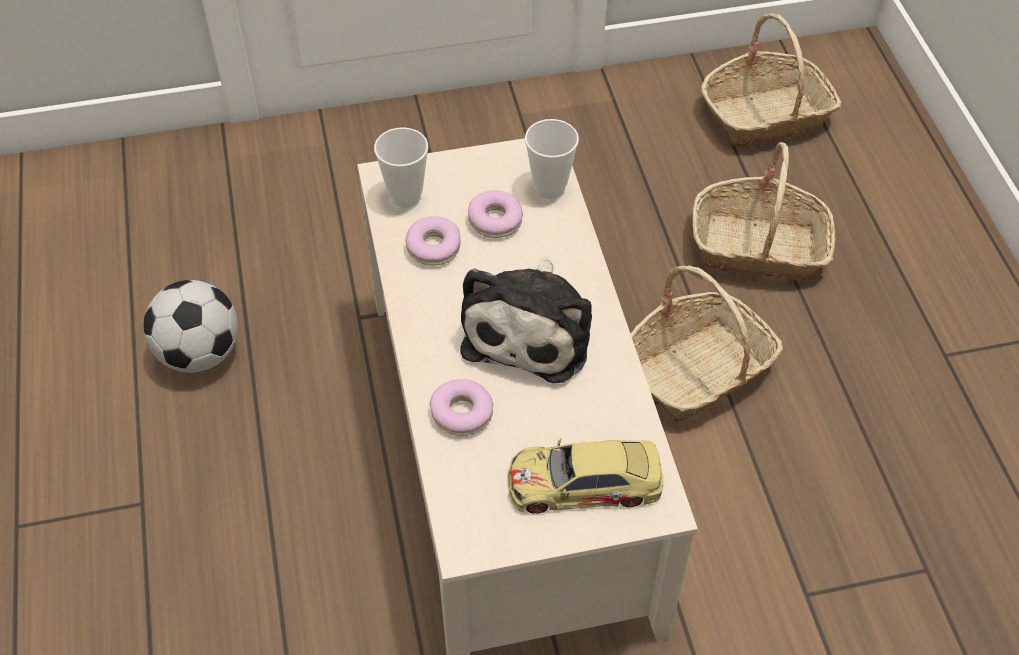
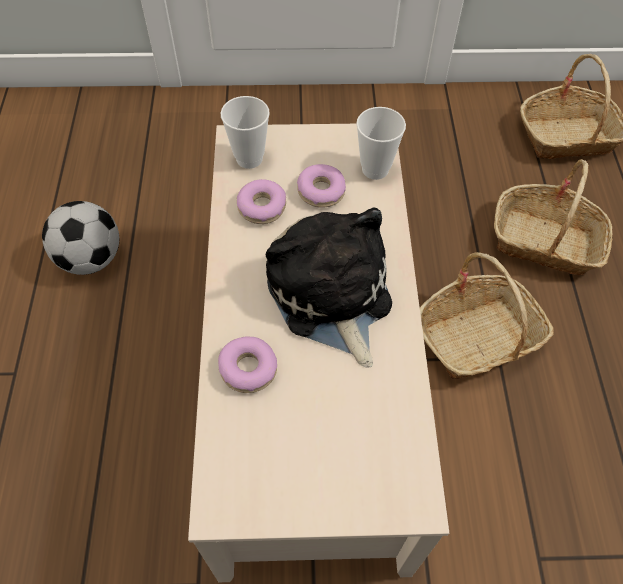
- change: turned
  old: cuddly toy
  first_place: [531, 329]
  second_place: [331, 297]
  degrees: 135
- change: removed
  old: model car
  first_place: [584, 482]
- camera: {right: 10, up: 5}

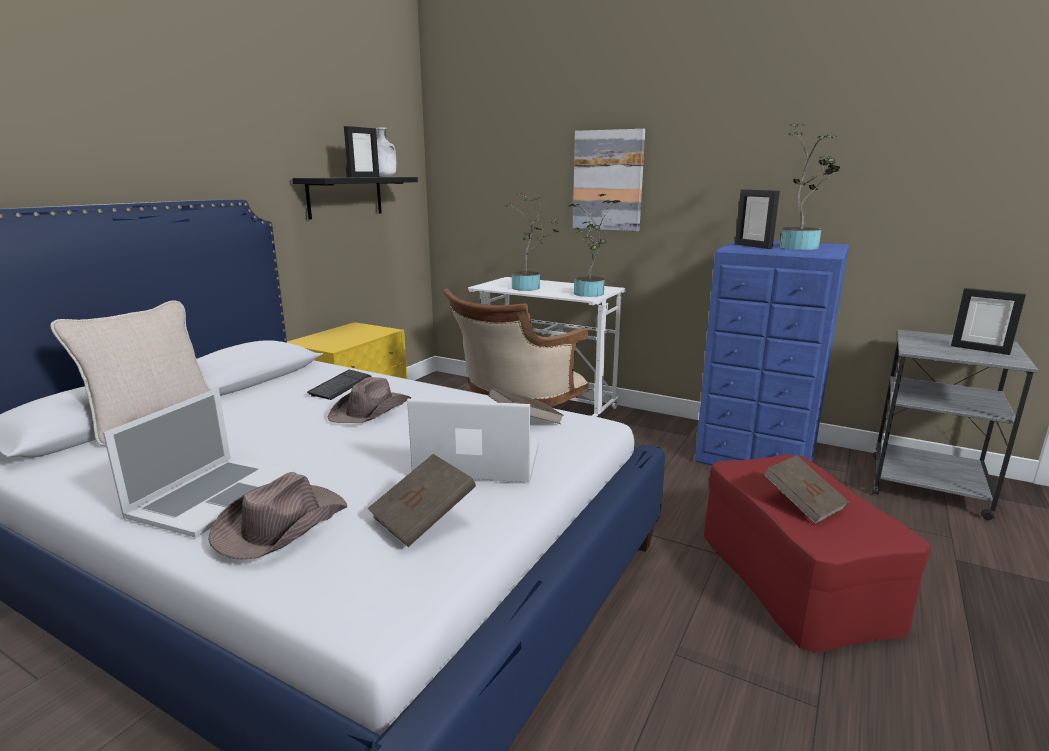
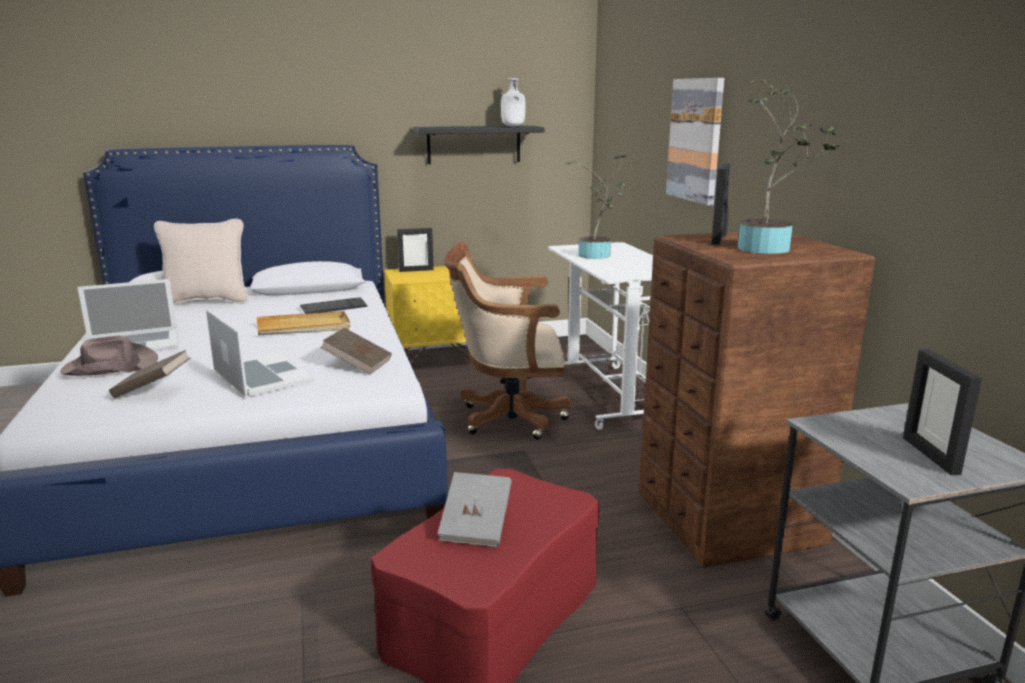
- change: replaced
  old: wearable hat (brown)
  new: serving tray (sand-coloured)
  first_place: [372, 410]
  second_place: [304, 327]
- change: moved
  old: picture frame
  first_place: [363, 177]
  second_place: [416, 270]
- change: recoloured
  old: volume (brown)
  new: volume (greyish)
  first_place: [803, 504]
  second_place: [476, 526]
- change: recoloured
  old: dresser (blue-coloured)
  new: dresser (brown)
  first_place: [757, 454]
  second_place: [728, 519]
- change: removed
  old: houseplant
  first_place: [588, 294]
- camera: {right: 45, up: 0}

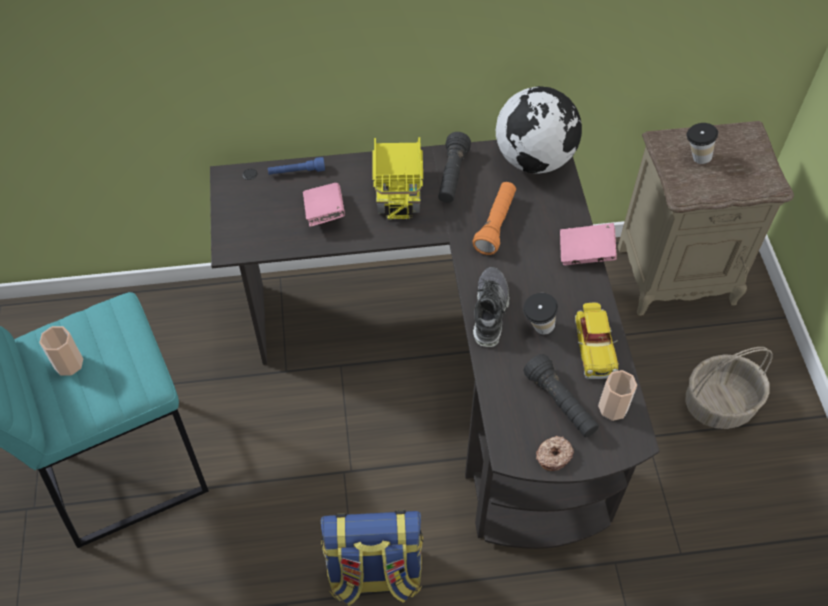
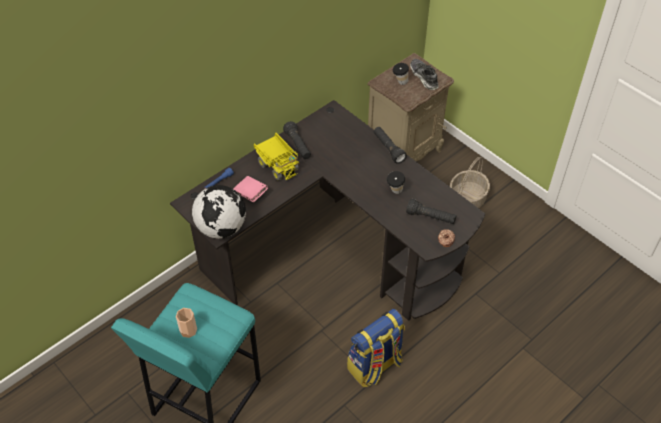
- change: moved
  old: globe
  first_place: [534, 159]
  second_place: [221, 228]
- change: replaced
  old: volume (pink)
  new: flashlight (black-coloured)
  first_place: [585, 253]
  second_place: [388, 149]
- change: moved
  old: shoe
  first_place: [489, 311]
  second_place: [423, 77]
- change: removed
  old: flashlight (orangey)
  first_place: [495, 224]
- change: removed
  old: model car
  first_place: [594, 347]
- change: removed
  old: cup
  first_place: [613, 407]
- camera: {right: -35, up: -5}

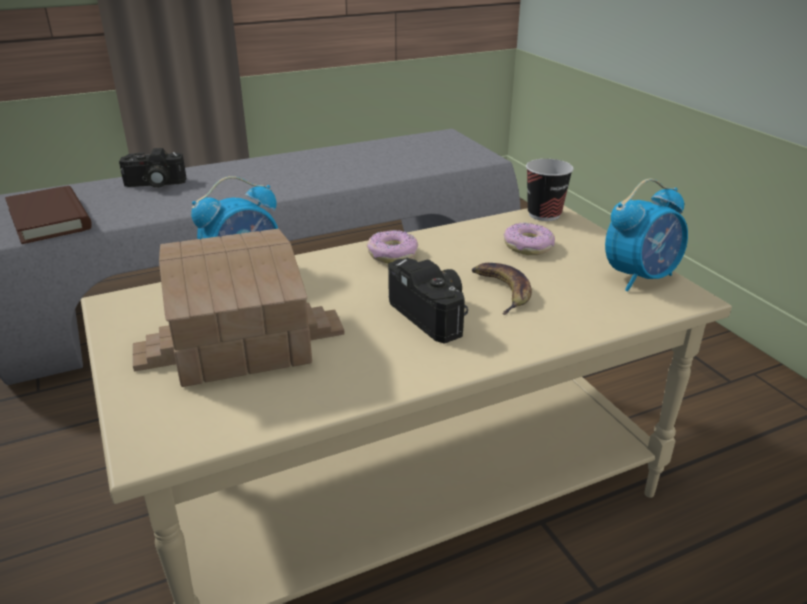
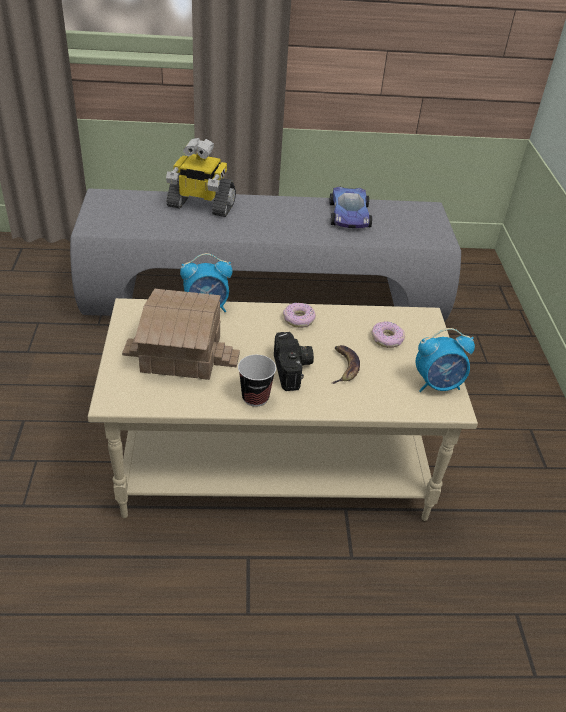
- change: replaced
  old: still camera
  new: robot figure
  first_place: [154, 184]
  second_place: [200, 205]
- change: moved
  old: cup
  first_place: [544, 214]
  second_place: [255, 397]
- change: added
  new: model car
  second_place: [349, 215]
- change: removed
  old: volume (brown)
  first_place: [50, 219]
- camera: {right: 20, up: 10}

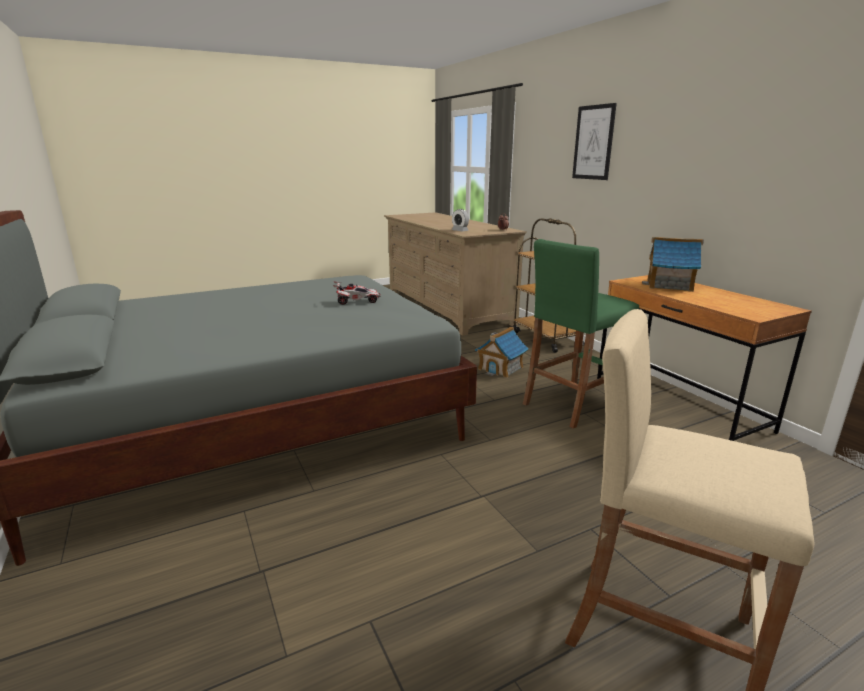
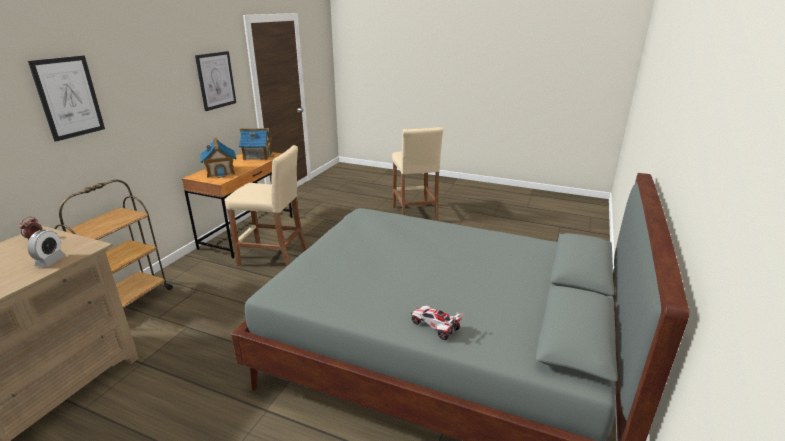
- change: added
  new: picture
  second_place: [216, 80]
- change: recoloured
  old: stool (green-coloured)
  new: stool (sand-coloured)
  first_place: [573, 404]
  second_place: [273, 258]
- change: moved
  old: miniature house
  first_place: [501, 368]
  second_place: [257, 156]
- change: moved
  old: model car
  first_place: [357, 301]
  second_place: [434, 327]
- camera: {right: -130, up: 5}

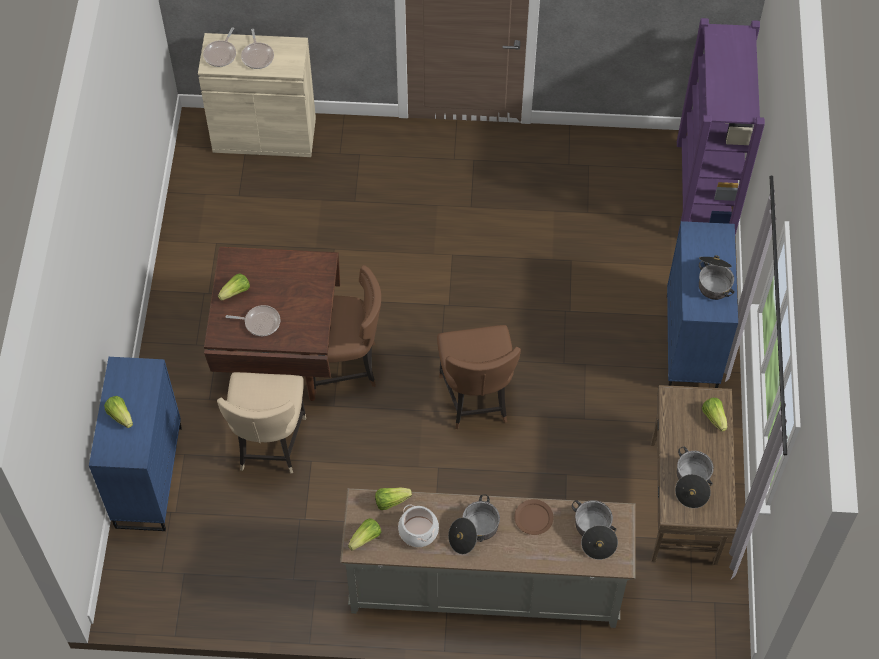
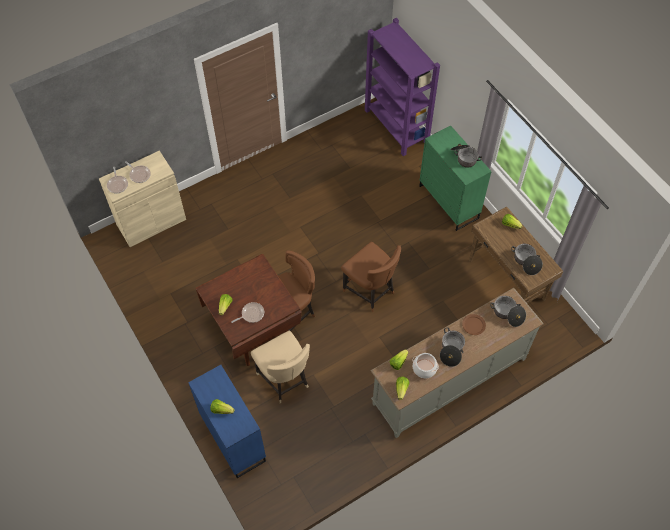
- change: recoloured
  old: dresser (blue-coloured)
  new: dresser (green-coloured)
  first_place: [692, 343]
  second_place: [449, 202]
- camera: {right: -35, up: 0}

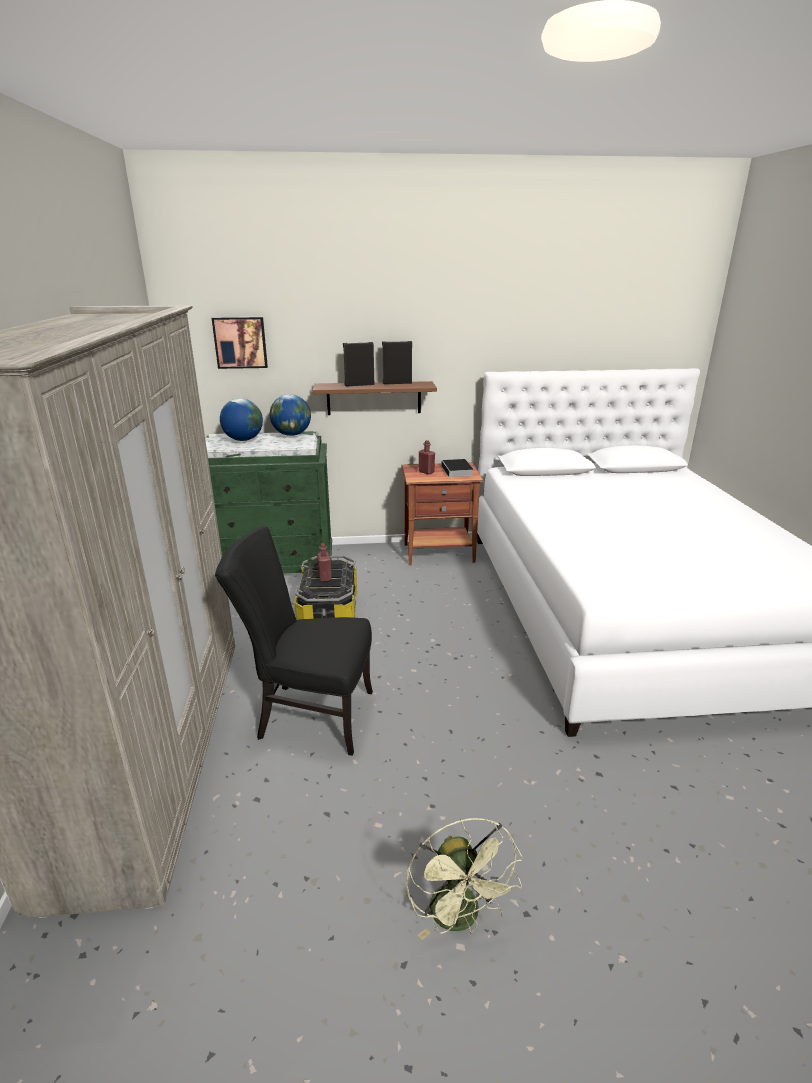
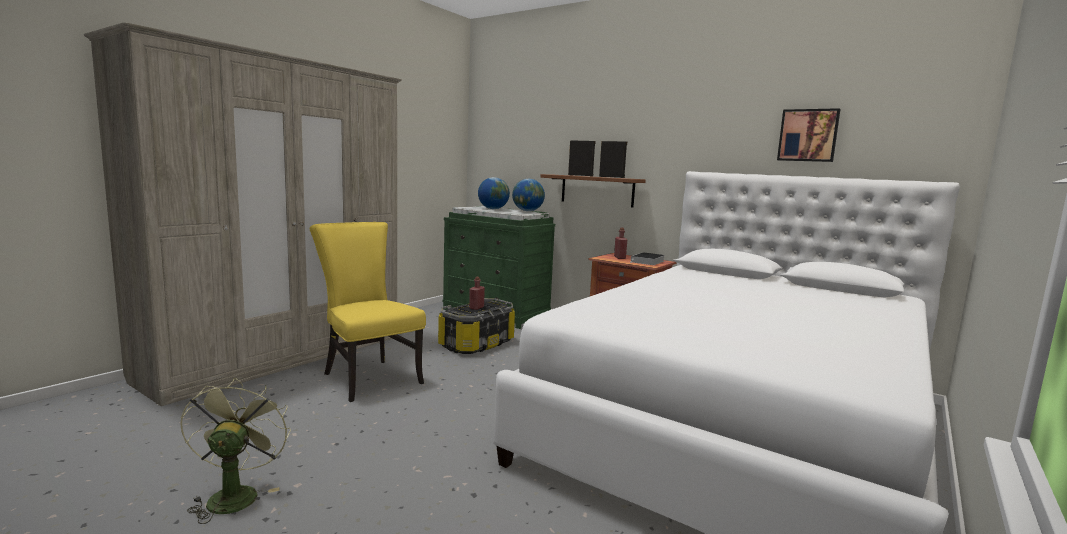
- change: turned
  old: fan (green-coloured)
  first_place: [460, 918]
  second_place: [235, 494]
  degrees: 150
- change: recoloured
  old: upright chair (black-coloured)
  new: upright chair (yellowish)
  first_place: [309, 715]
  second_place: [368, 377]
- change: moved
  old: picture
  first_place: [240, 342]
  second_place: [808, 135]
- camera: {right: 40, up: -15}

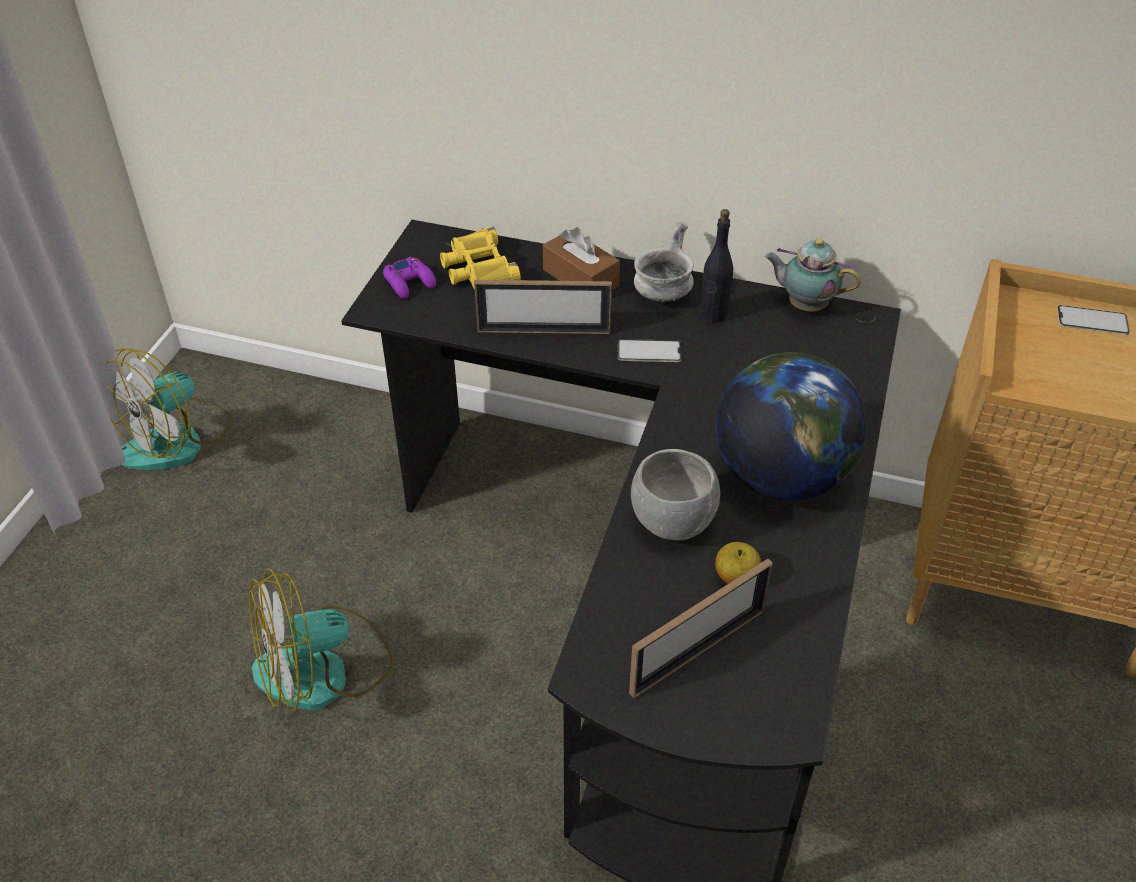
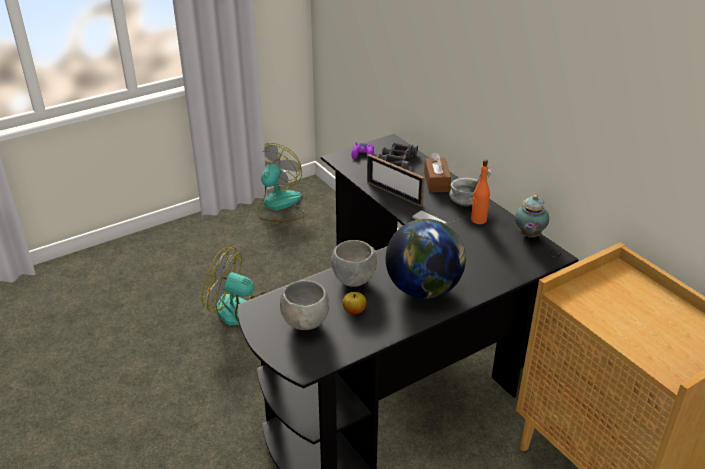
- change: turned
  old: fan
  first_place: [177, 439]
  second_place: [278, 206]
  degrees: 120
- change: replaced
  old: picture frame
  new: bowl (greyish)
  first_place: [698, 651]
  second_place: [305, 325]
- change: recoloured
  old: field glasses (yellowish)
  new: field glasses (black-coloured)
  first_place: [478, 268]
  second_place: [397, 160]
- change: recoloured
  old: drink bottle (black-coloured)
  new: drink bottle (orangey)
  first_place: [713, 314]
  second_place: [478, 220]
- change: turned
  old: tea pot
  first_place: [804, 305]
  second_place: [528, 236]
  degrees: -135
- change: removed
  old: phone
  first_place: [1092, 320]
- camera: {right: 40, up: -10}

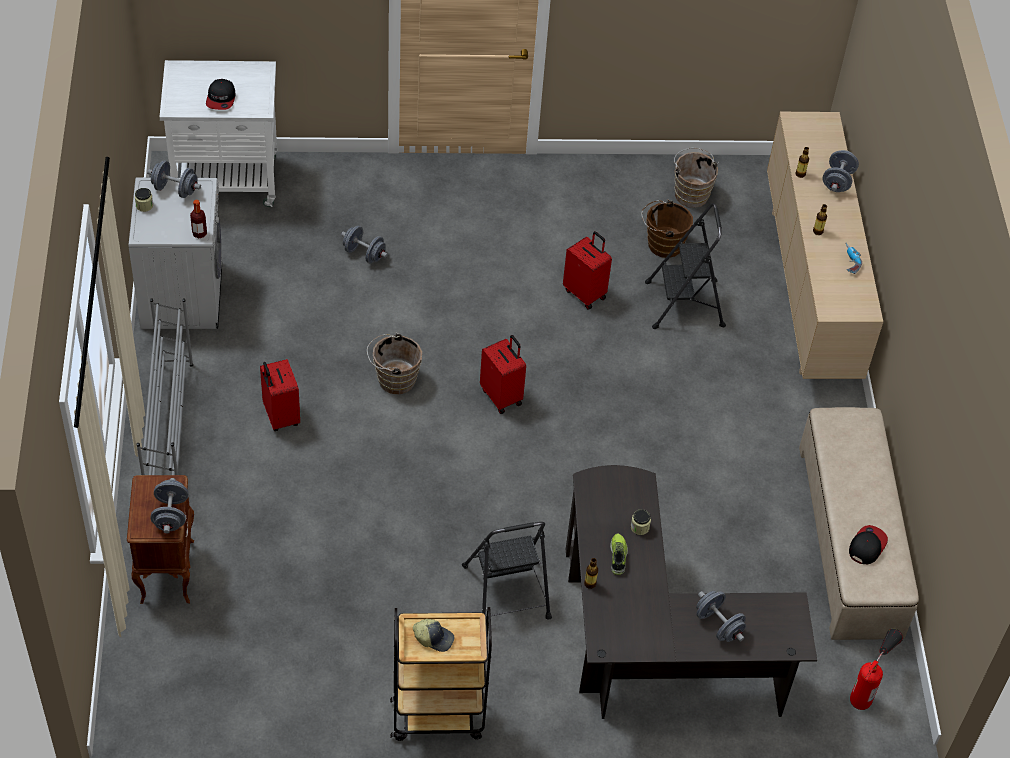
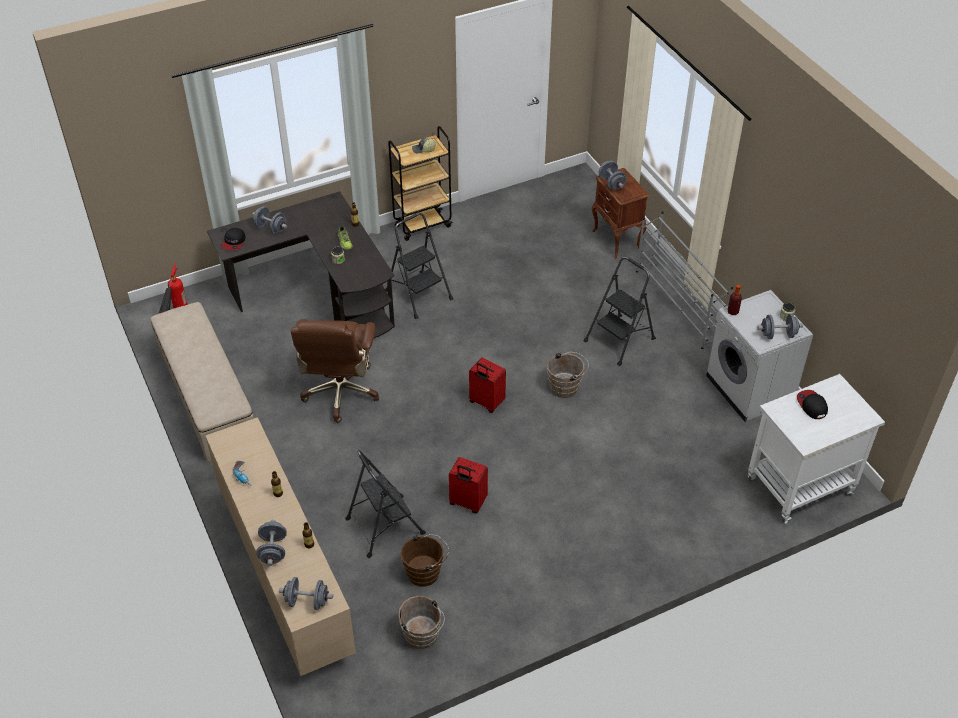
- change: moved
  old: baseball cap
  first_place: [867, 546]
  second_place: [234, 242]
- change: moved
  old: dumbbell (greyish)
  first_place: [364, 254]
  second_place: [307, 601]
- change: added
  new: desk chair (brown)
  second_place: [340, 394]
- change: replaced
  old: piece of luggage (red-coloured)
  new: step stool (black-coloured)
  first_place: [280, 416]
  second_place: [621, 338]
- camera: {right: 160, up: -5}

